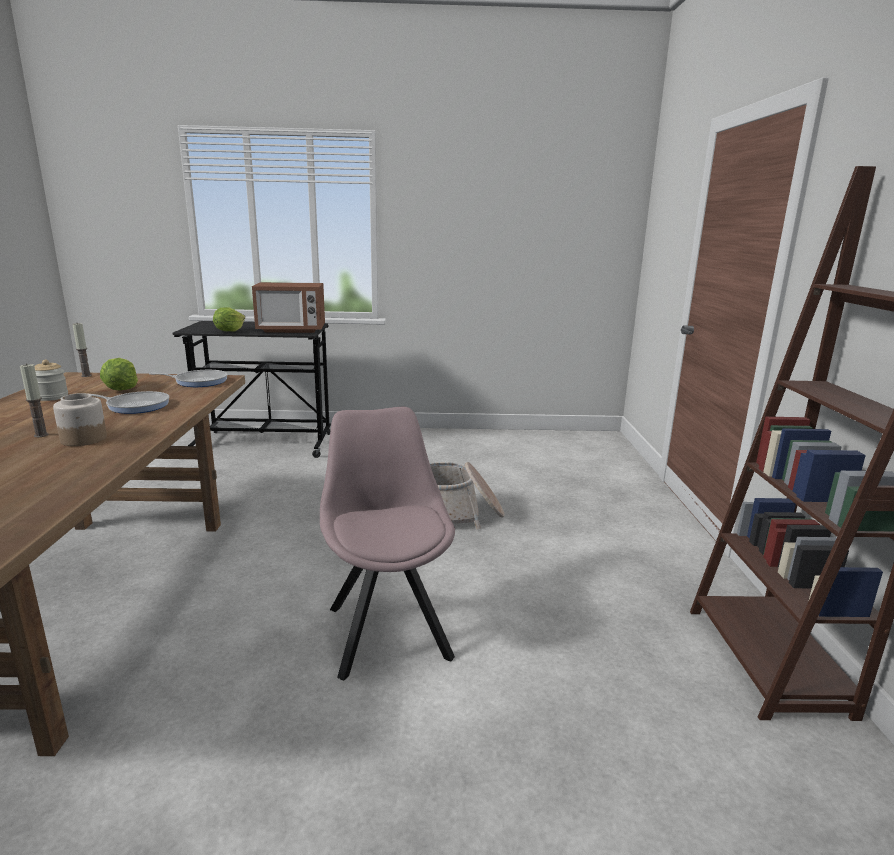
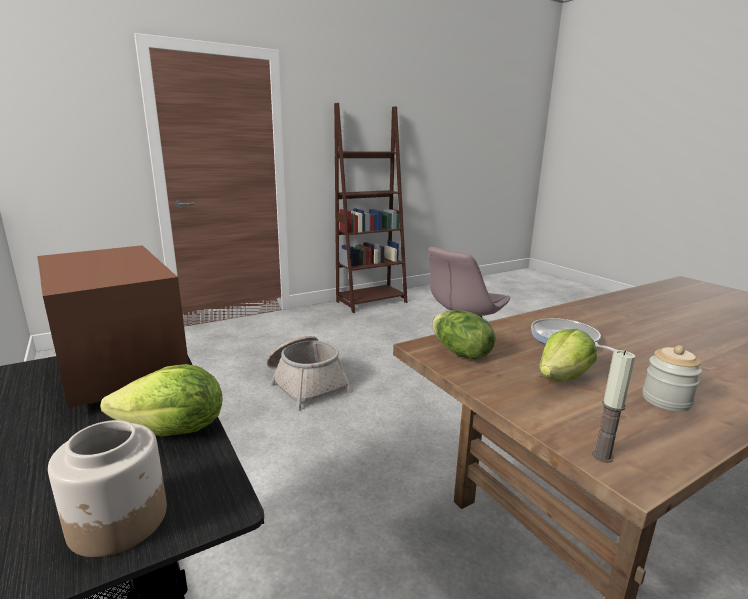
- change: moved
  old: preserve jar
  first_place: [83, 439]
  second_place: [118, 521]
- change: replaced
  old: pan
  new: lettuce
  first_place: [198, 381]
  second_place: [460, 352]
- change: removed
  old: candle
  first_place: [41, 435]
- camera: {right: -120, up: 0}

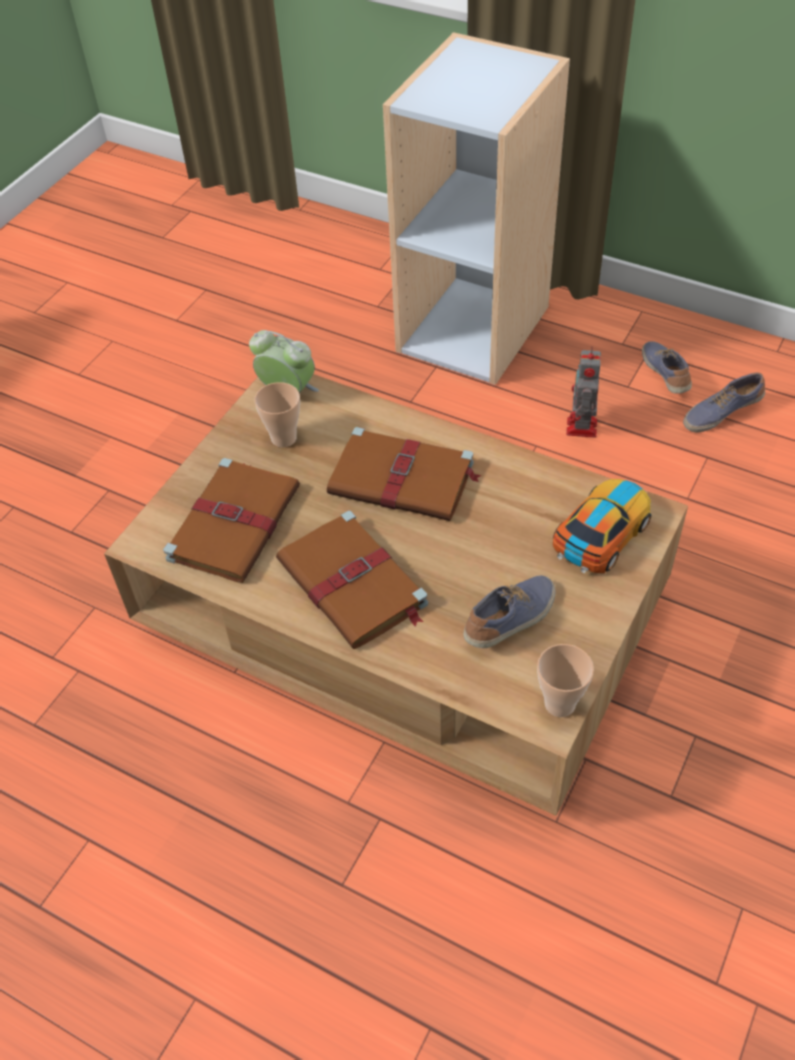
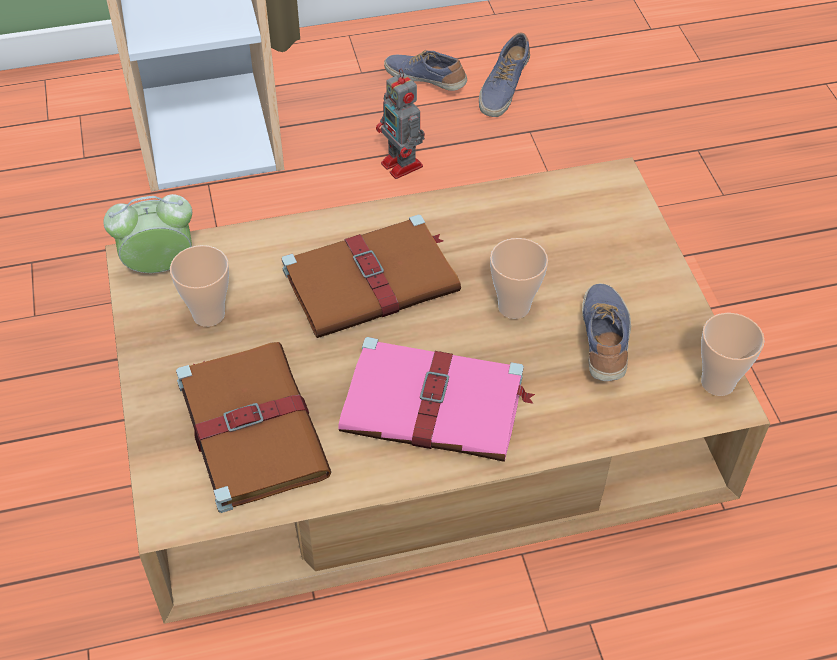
- change: recoloured
  old: volume (brown)
  new: volume (pink)
  first_place: [353, 584]
  second_place: [436, 405]
- change: added
  new: cup
  second_place: [514, 307]
- change: removed
  old: model car
  first_place: [602, 532]
- camera: {right: -45, up: 0}

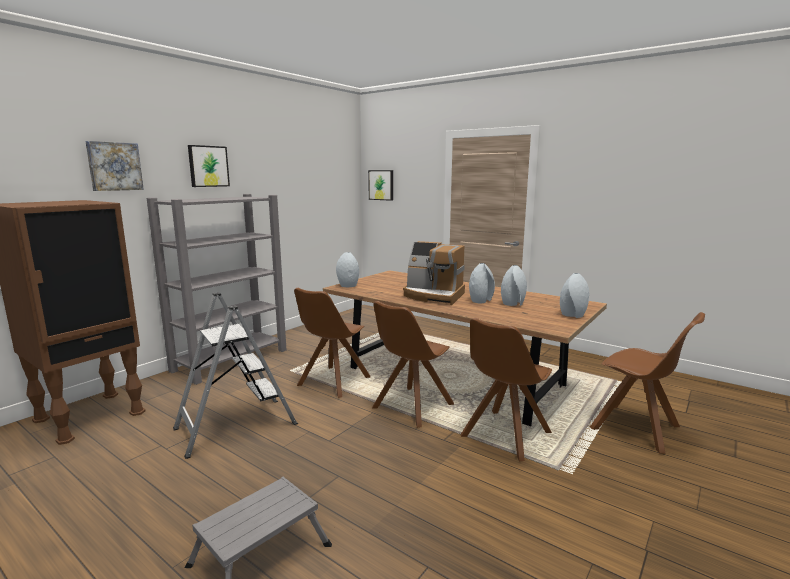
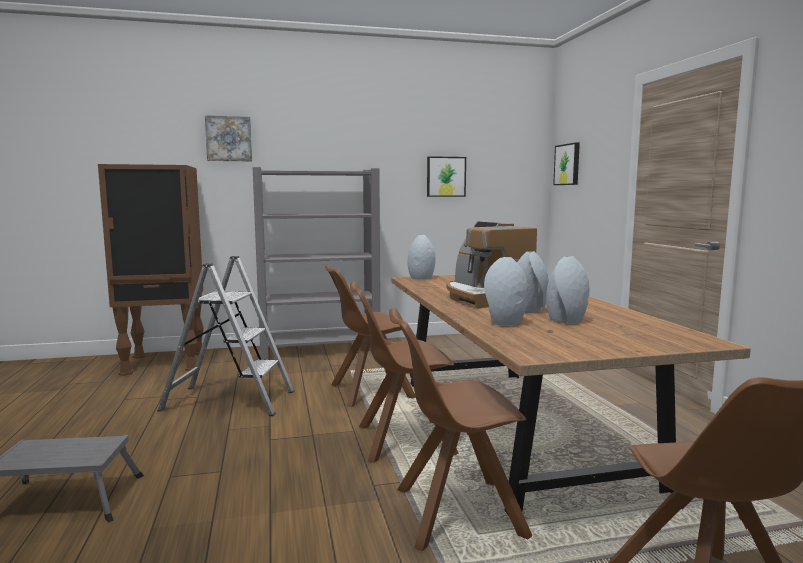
- change: moved
  old: picture
  first_place: [208, 166]
  second_place: [446, 176]
- change: moved
  old: flower vase (greyish)
  first_place: [573, 315]
  second_place: [505, 323]
- camera: {right: 40, up: -5}

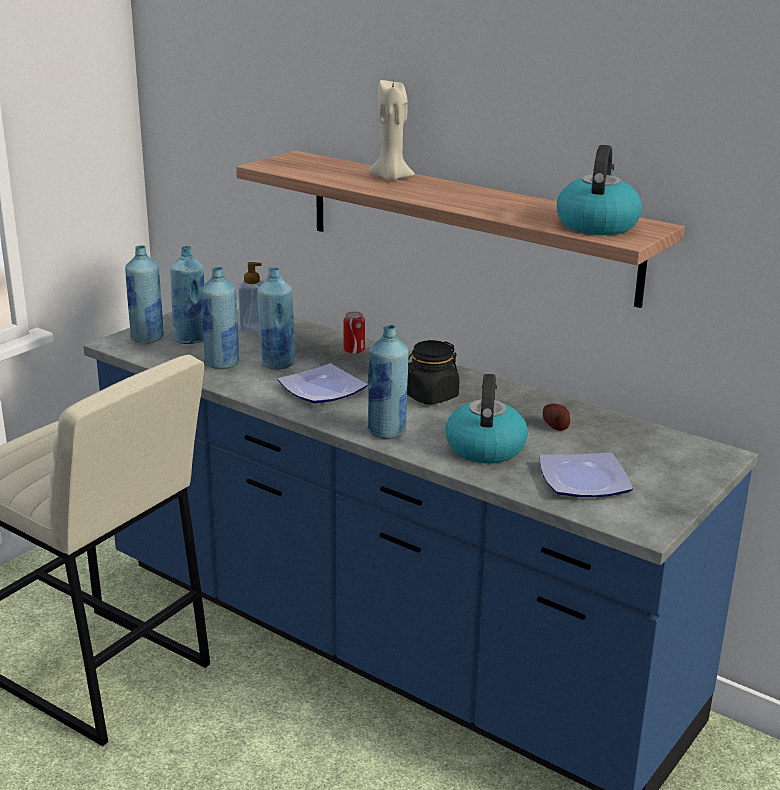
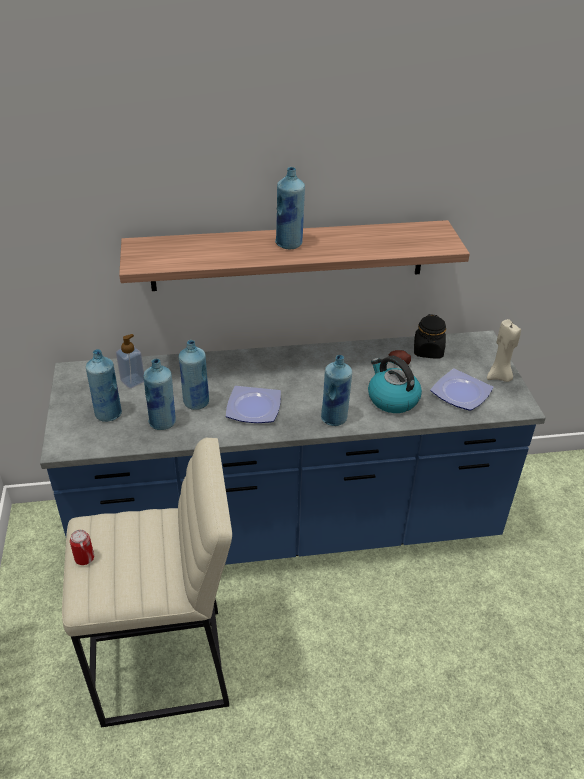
- change: moved
  old: sealed can
  first_place: [354, 351]
  second_place: [84, 558]
- change: moved
  old: drink bottle (blue-coloured)
  first_place: [147, 338]
  second_place: [289, 244]
- change: moved
  old: preserve jar (black-coloured)
  first_place: [430, 396]
  second_place: [428, 351]
- change: moved
  old: candle (sand-coloured)
  first_place: [391, 178]
  second_place: [499, 377]
- change: removed
  old: kettle
  first_place: [596, 225]
- camera: {right: -45, up: 15}

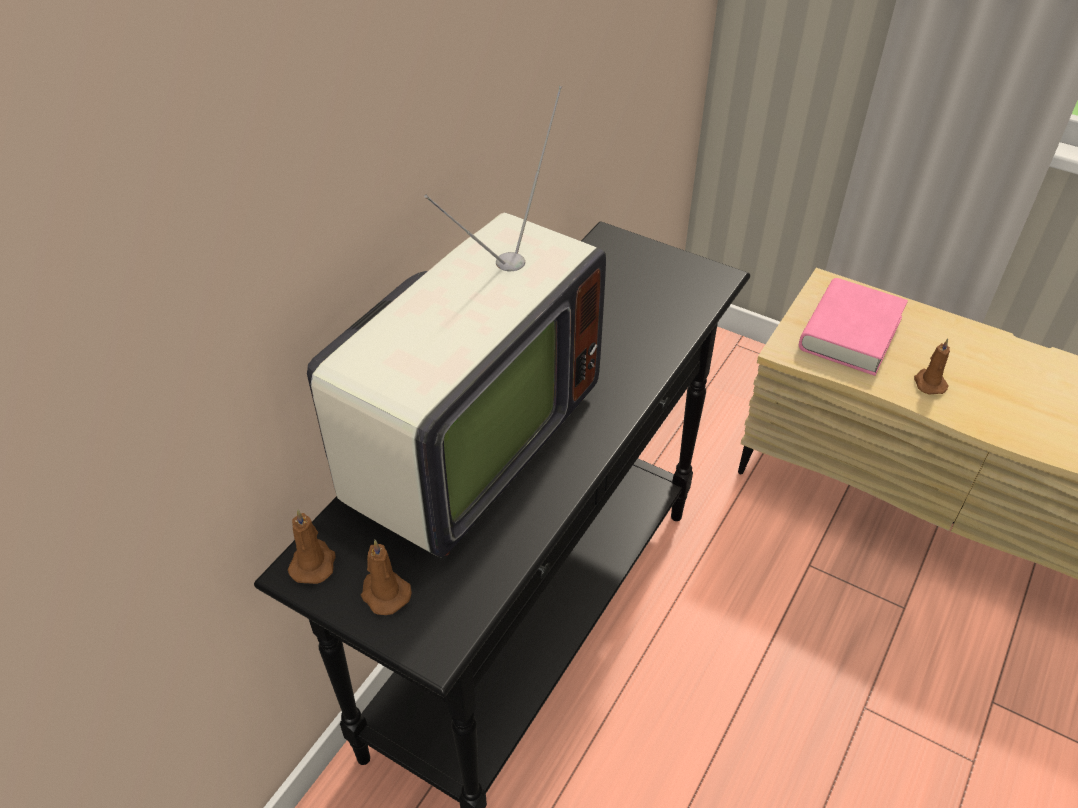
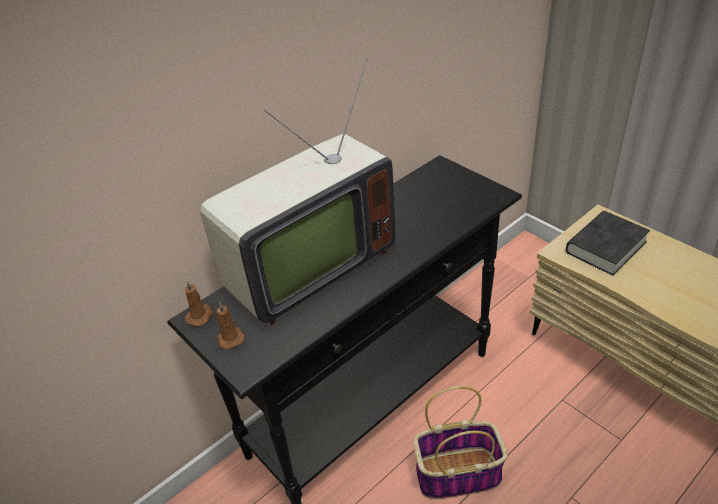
- change: added
  new: basket
  second_place: [459, 473]
- change: recoloured
  old: volume (pink)
  new: volume (black-coloured)
  first_place: [850, 333]
  second_place: [605, 247]
- change: removed
  old: candle (brown)
  first_place: [929, 383]
- camera: {right: 20, up: -5}

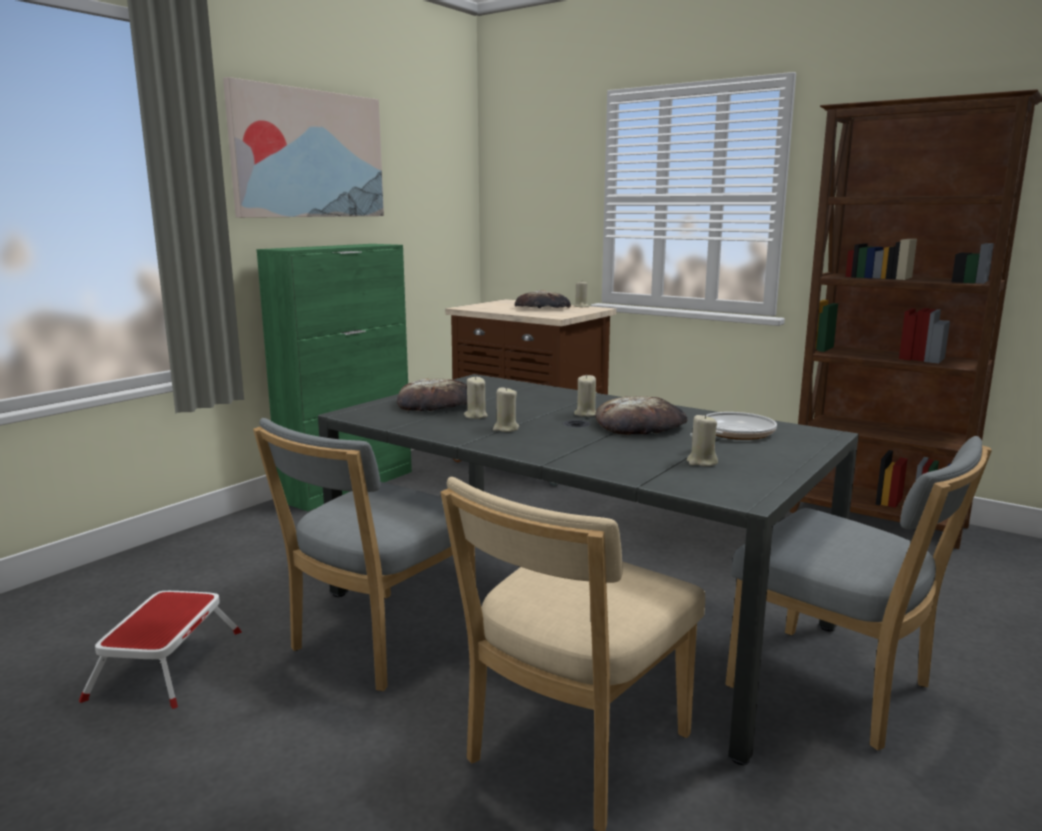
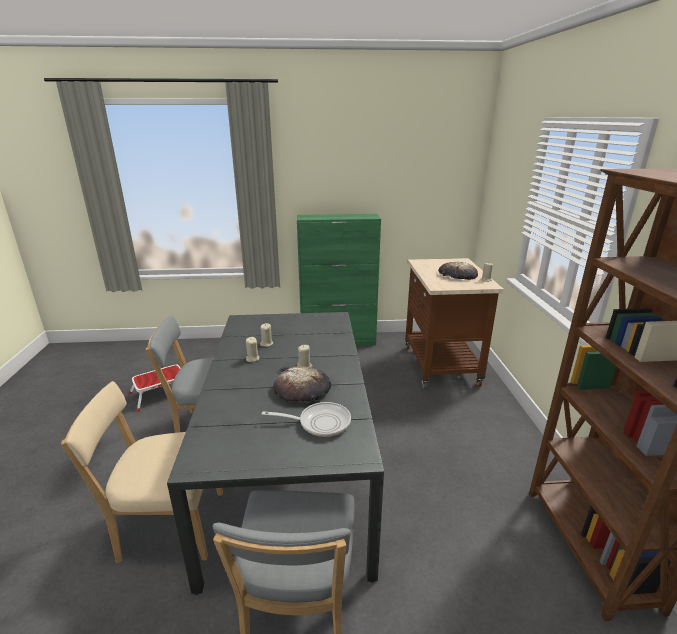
- change: removed
  old: picture
  first_place: [308, 154]
- change: removed
  old: baked bread
  first_place: [438, 404]
- change: removed
  old: candle (sand-coloured)
  first_place: [701, 462]
- camera: {right: 50, up: 10}

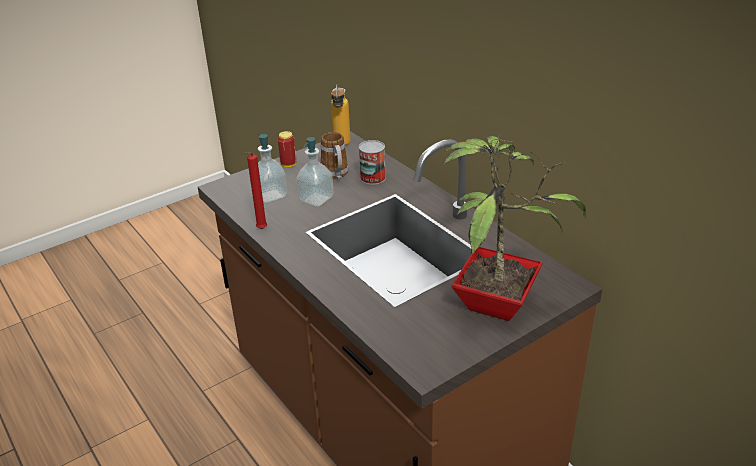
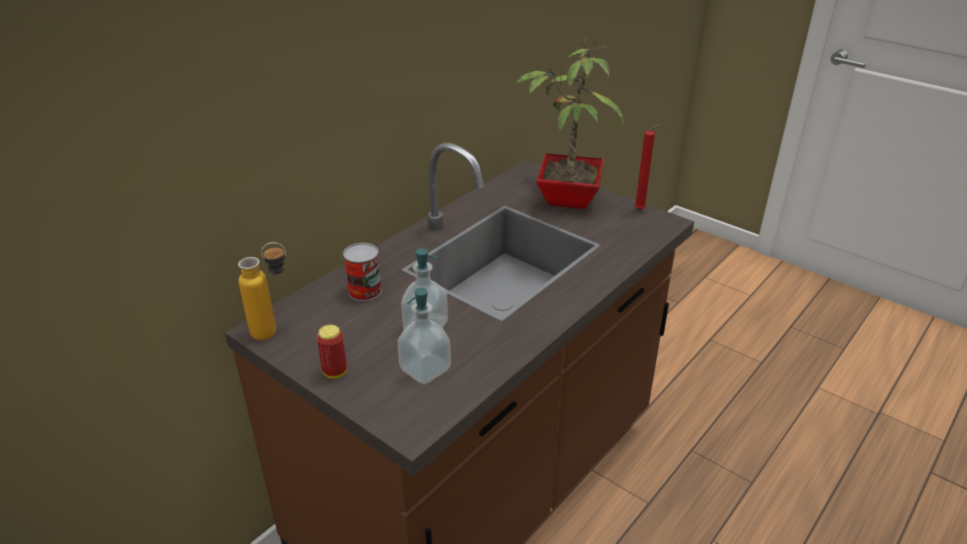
- change: moved
  old: candle (red-coloured)
  first_place: [261, 230]
  second_place: [641, 210]
- change: removed
  old: coffee mug
  first_place: [336, 175]
- camera: {right: -105, up: 0}

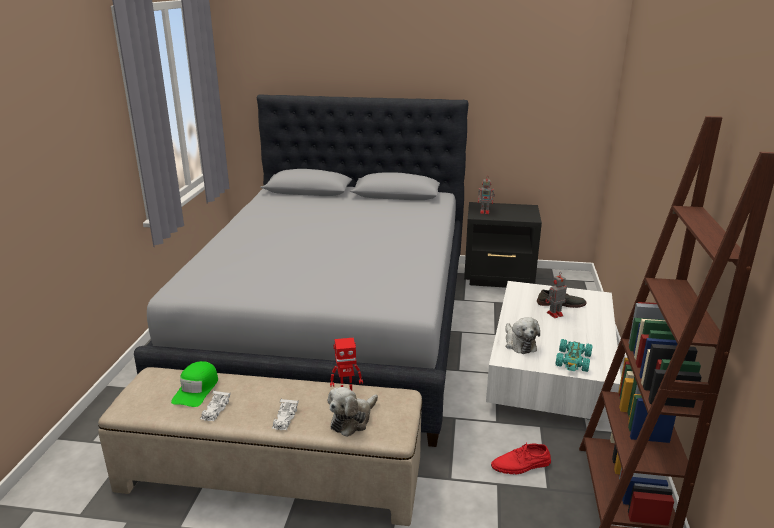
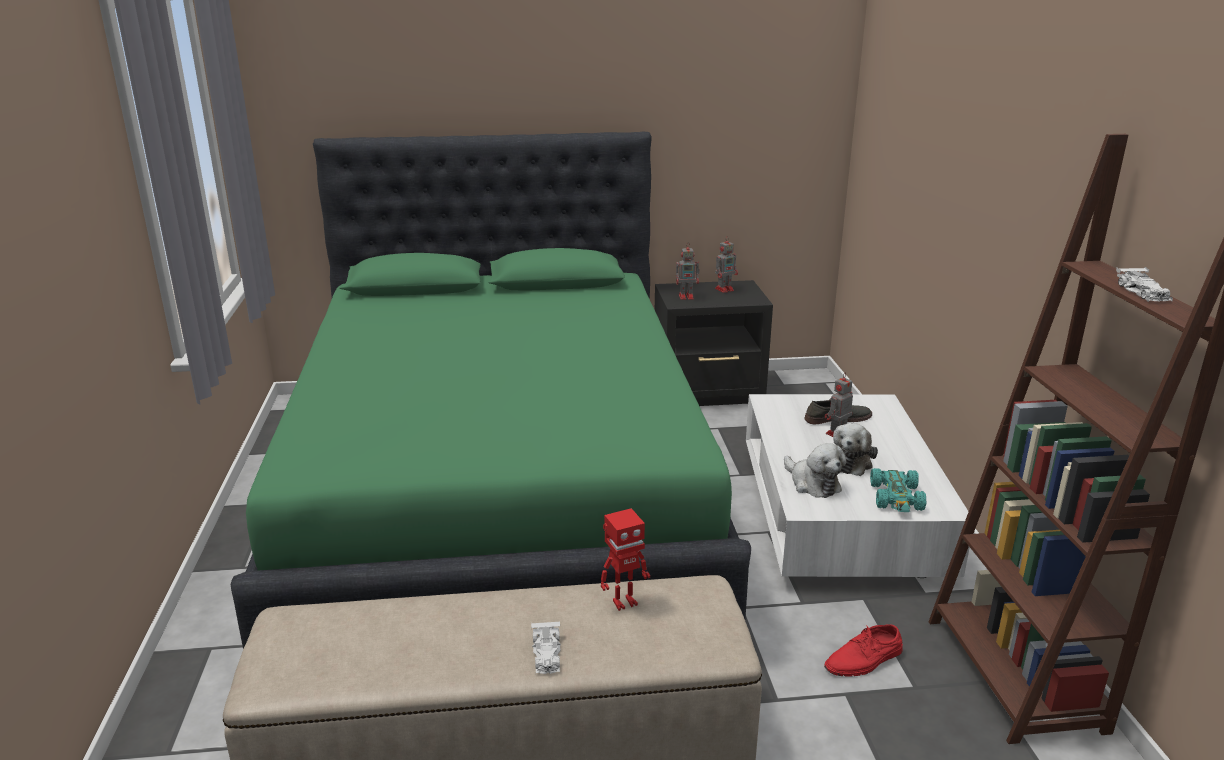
- change: recoloured
  old: sleeping bed (greyish)
  new: sleeping bed (green-coloured)
  first_place: [336, 326]
  second_place: [502, 495]
- change: added
  new: robot figure
  second_place: [725, 289]
- change: moved
  old: cuddly toy
  first_place: [352, 420]
  second_place: [851, 461]
- change: moved
  old: model car (white)
  first_place: [215, 410]
  second_place: [1143, 293]
- change: removed
  old: baseball cap (green-coloured)
  first_place: [196, 389]
- camera: {right: -15, up: 0}

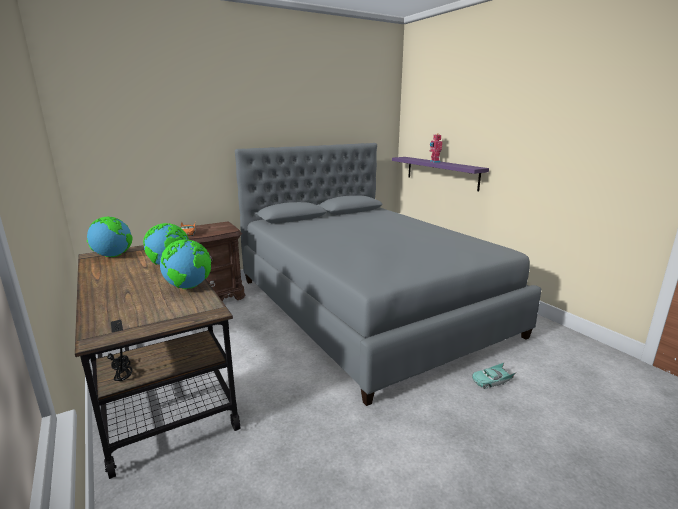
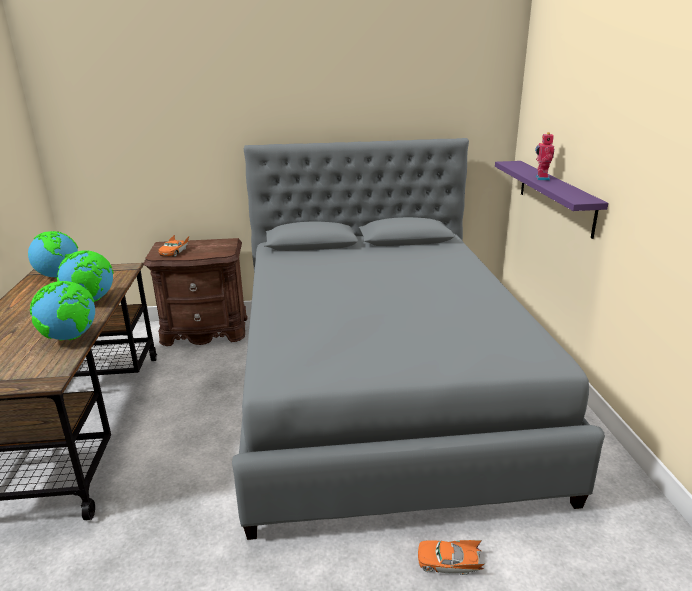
- change: recoloured
  old: model car (blue-green)
  new: model car (orangey)
  first_place: [492, 381]
  second_place: [449, 563]
- camera: {right: 25, up: 5}

